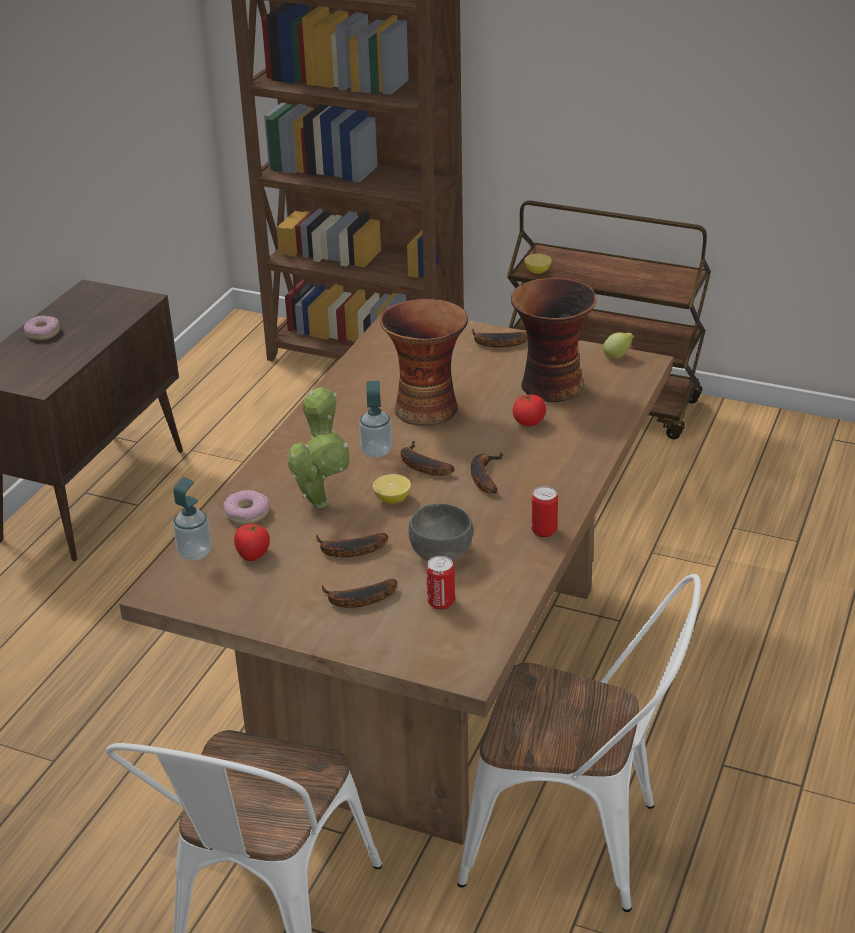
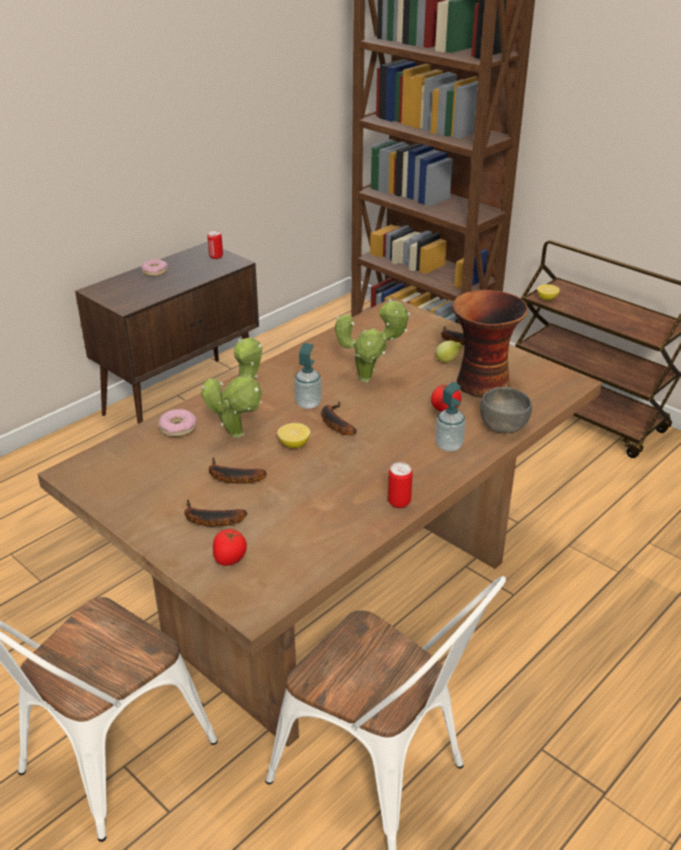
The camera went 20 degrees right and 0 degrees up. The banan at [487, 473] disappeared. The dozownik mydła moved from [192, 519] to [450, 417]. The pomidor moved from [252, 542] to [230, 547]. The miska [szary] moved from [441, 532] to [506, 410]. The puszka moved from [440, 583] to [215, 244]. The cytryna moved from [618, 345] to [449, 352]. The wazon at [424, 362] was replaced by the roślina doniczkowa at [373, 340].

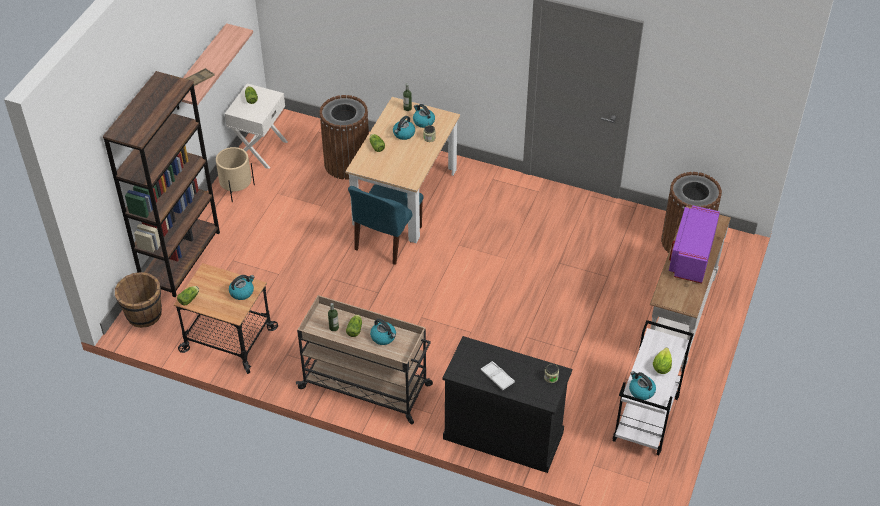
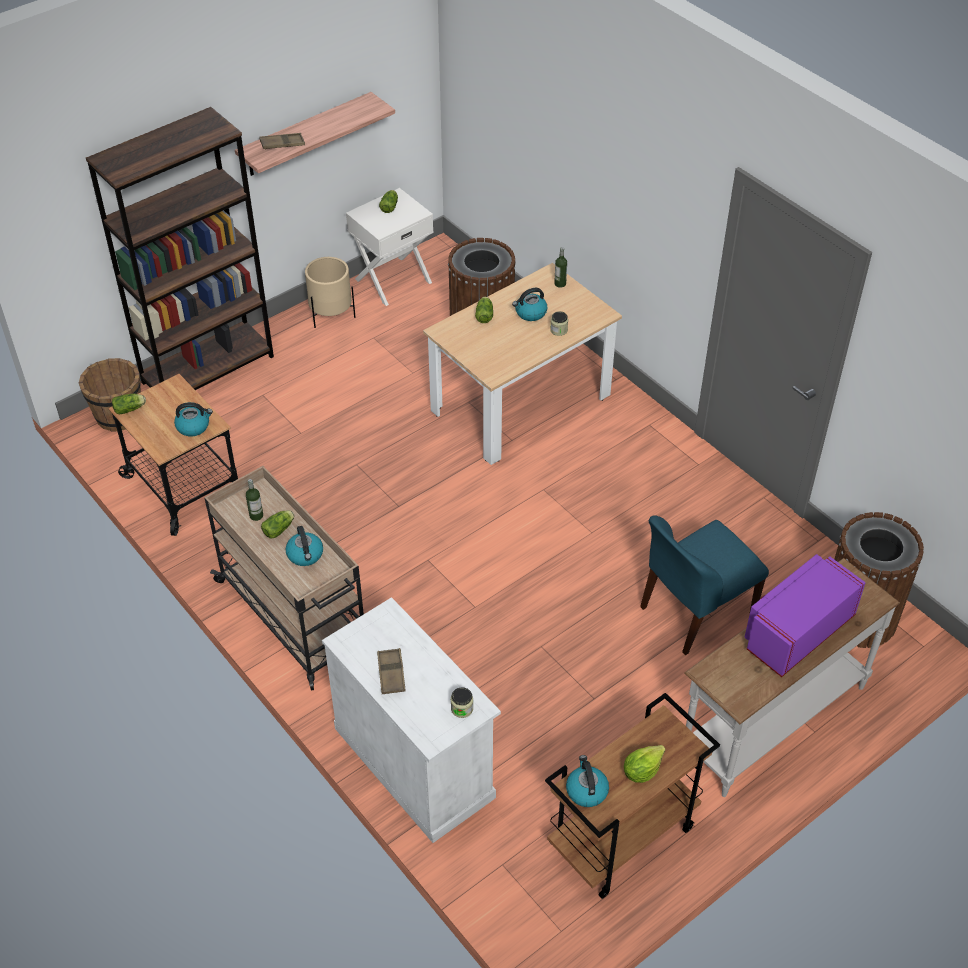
The camera went 30 degrees right and 0 degrees up. The czajnik at [424, 116] disappeared. The krzesło [niebieski] moved from [385, 224] to [704, 585]. The szafka [czarny] at [507, 404] became the szafka [biały] at [411, 720]. The taca [biały] at [498, 375] became the taca [brązowy] at [391, 671]. The wózek [biały] at [653, 387] became the wózek [brązowy] at [632, 796].

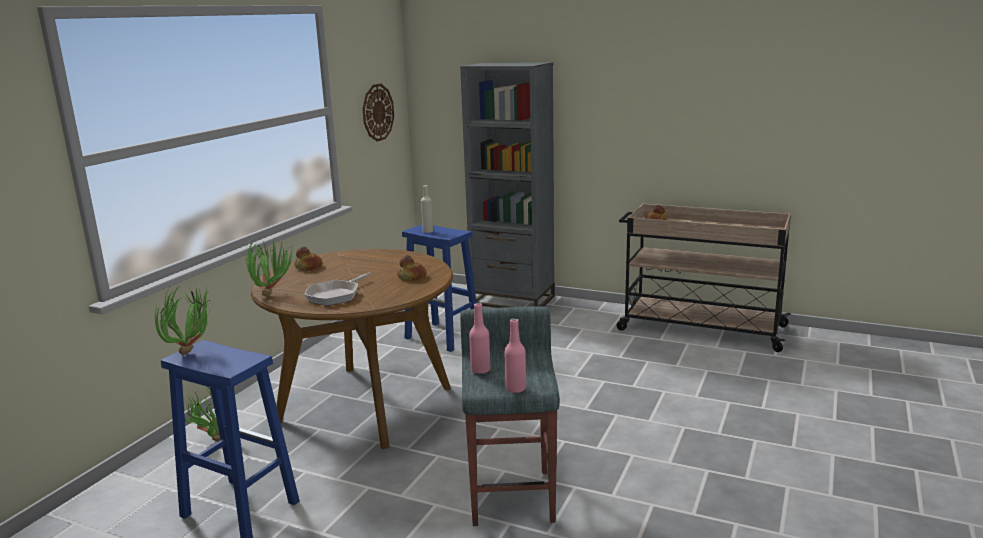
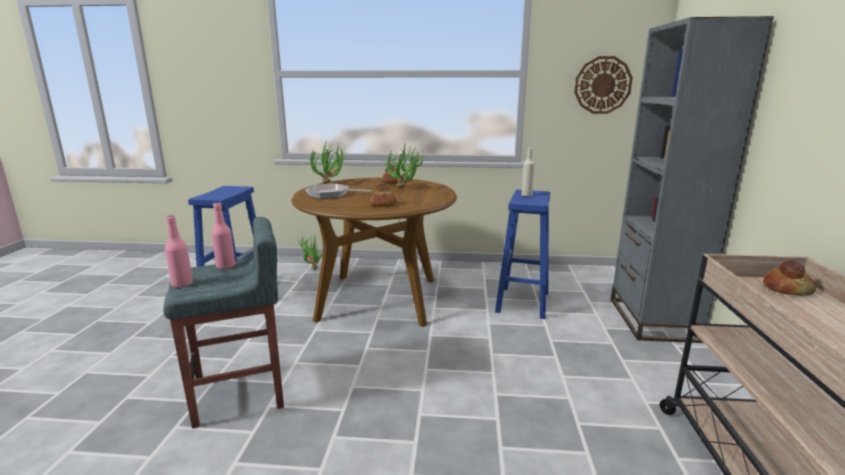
The camera went 70 degrees right and 0 degrees up. The roślina doniczkowa moved from [184, 321] to [405, 165].

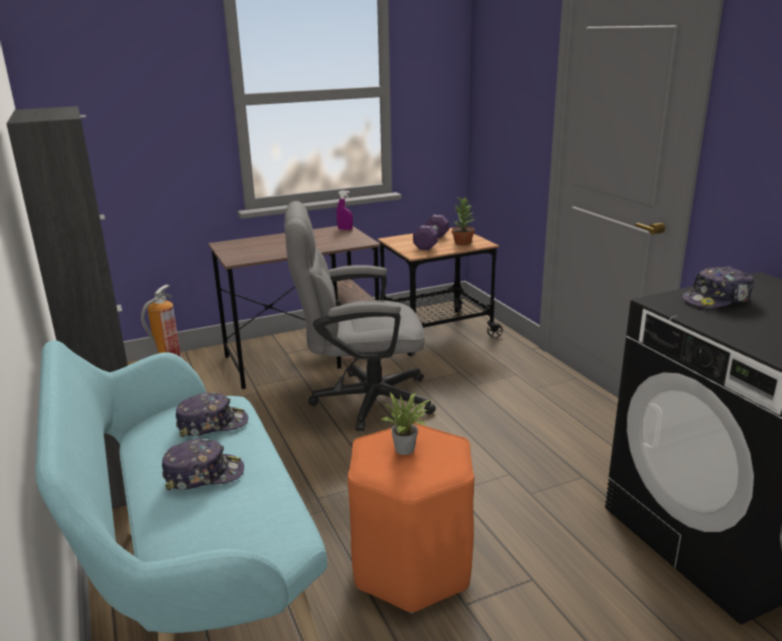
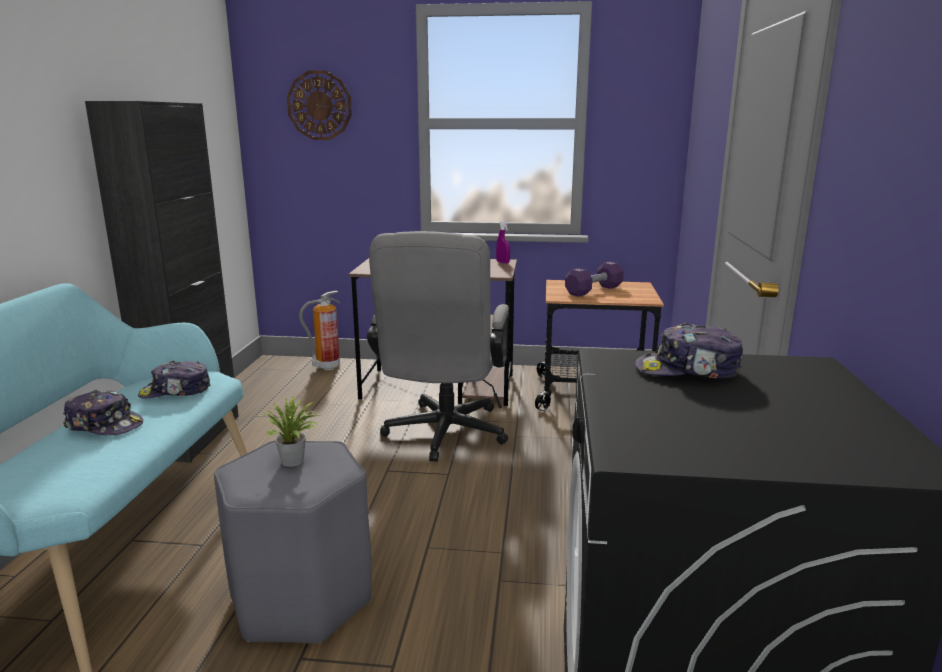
The camera went 30 degrees right and 5 degrees down. The roślina doniczkowa at [463, 221] disappeared. The zegar ścienny at [319, 105] appeared. The stołek [pomarańczowy] at [411, 518] became the stołek [szary] at [293, 542]. The czapka z daszkiem at [212, 415] turned 150 degrees clockwise. The krzesło biurowe [szary] at [360, 316] turned 105 degrees counterclockwise.

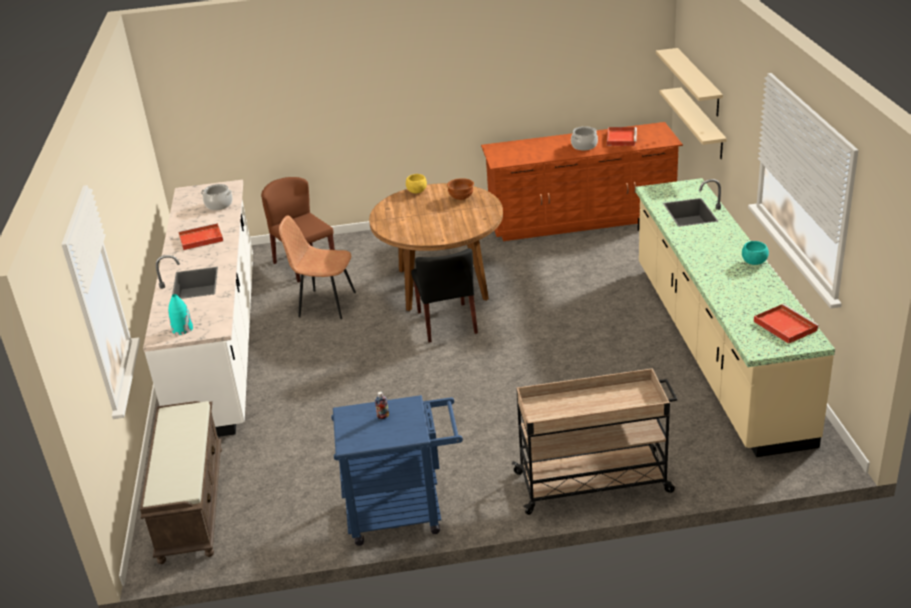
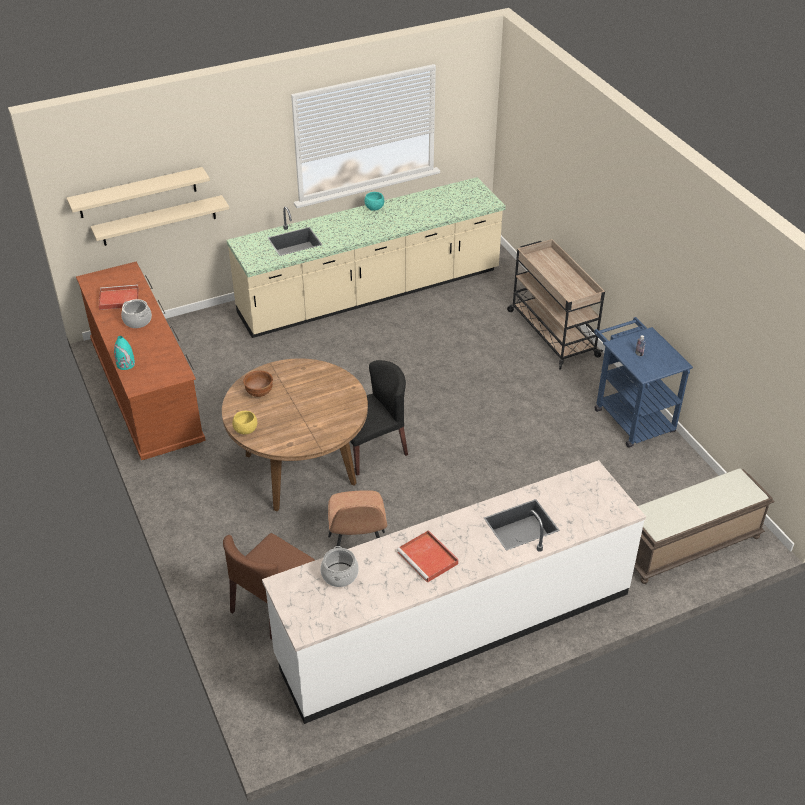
The camera went 110 degrees left and 10 degrees up. The taca [czerwony] at [786, 324] disappeared. The wazon [turkusowy] moved from [180, 314] to [124, 353].

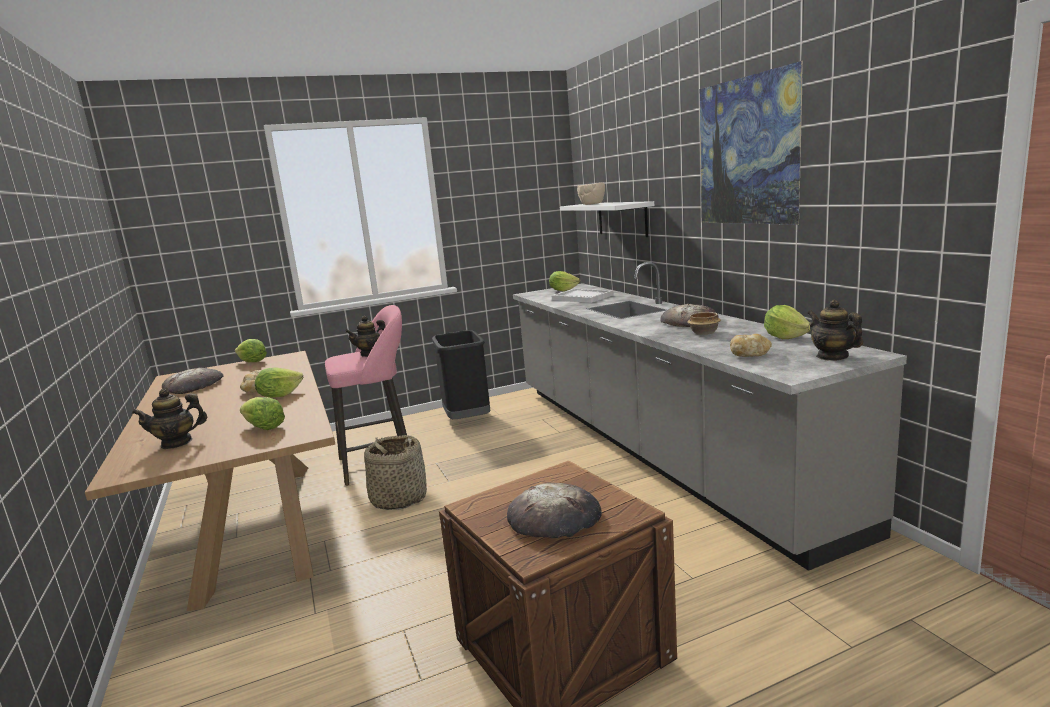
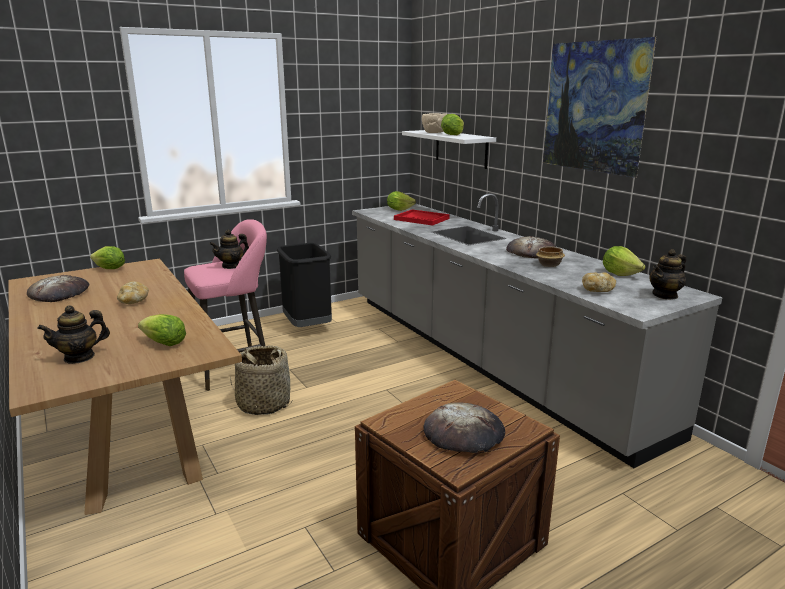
The camera went 10 degrees left and 5 degrees up. The sałata moved from [279, 382] to [452, 124]. The taca [biały] at [582, 296] became the taca [czerwony] at [422, 217]. The imbryk at [835, 330] turned 90 degrees counterclockwise.

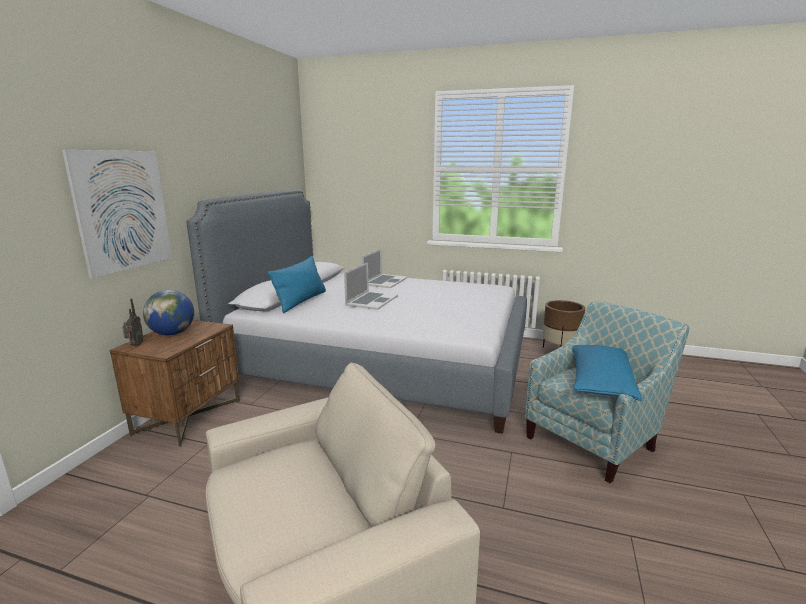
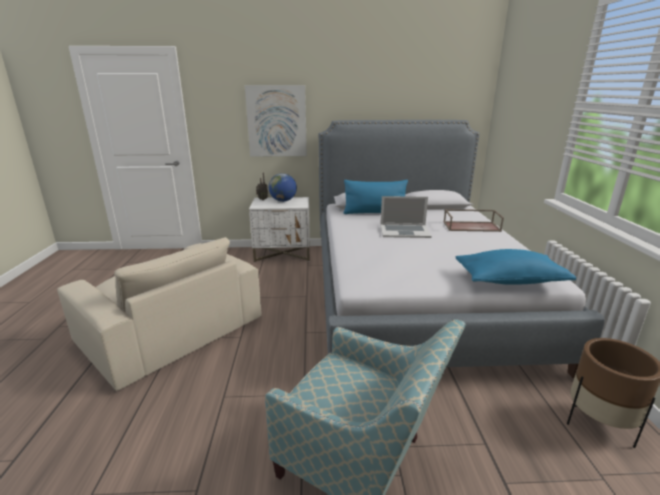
The camera went 70 degrees right and 5 degrees up. The poduszka [niebieski] moved from [607, 373] to [516, 267]. The laptop at [384, 268] was replaced by the taca [brązowy] at [473, 220]. The szafka nocna [brązowy] at [175, 383] became the szafka nocna [biały] at [279, 230].

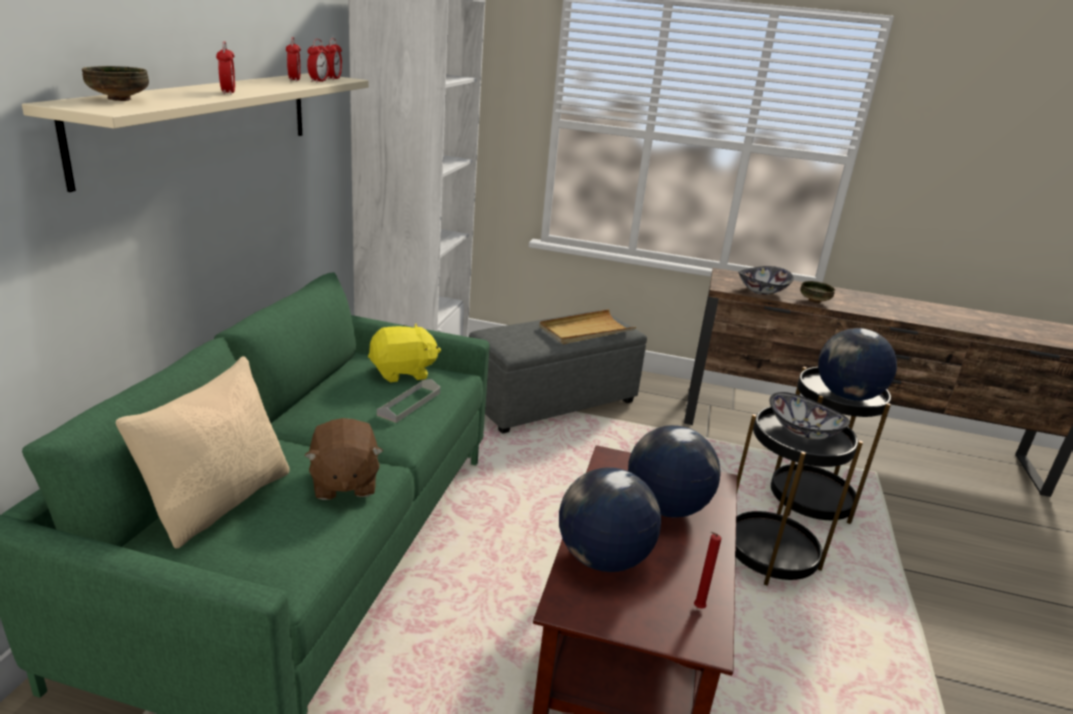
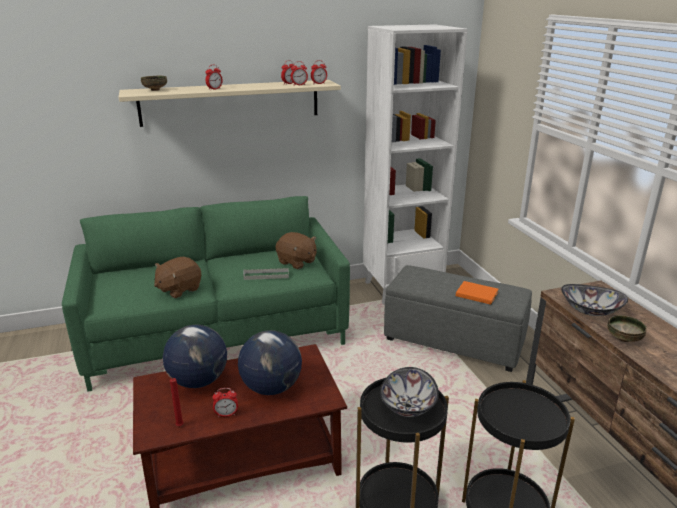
The camera went 60 degrees right and 0 degrees up. The poduszka [beżowy] at [202, 452] disappeared. The globus at [857, 364] disappeared. The budzik at [225, 402] appeared. The taca [beżowy] at [587, 326] was replaced by the książka [pomarańczowy] at [477, 293]. The pluszak [żółty] at [404, 352] became the pluszak [brązowy] at [296, 250].

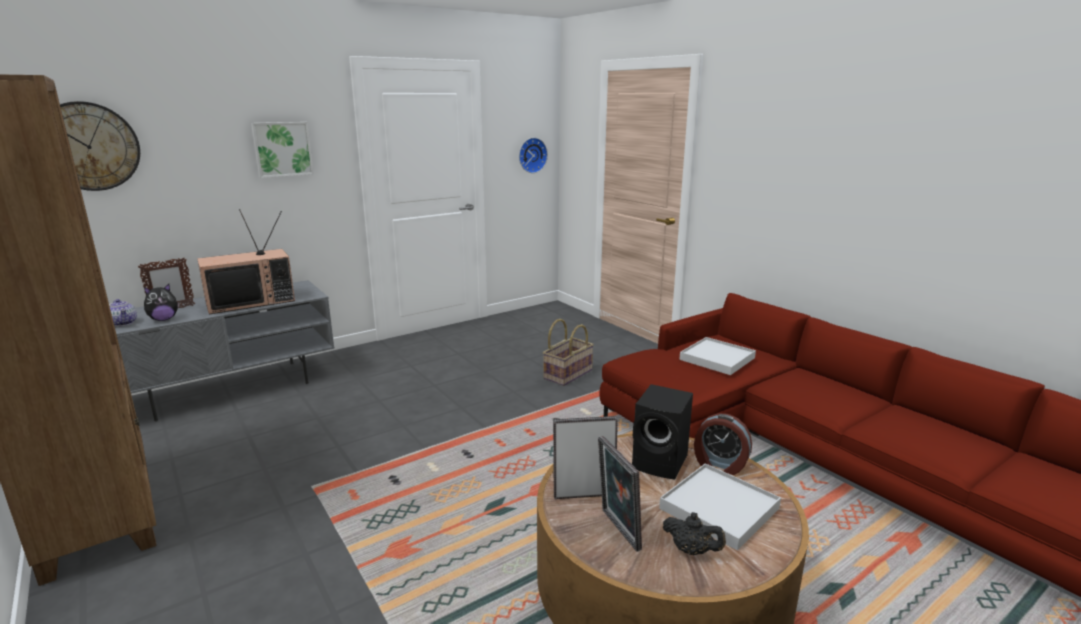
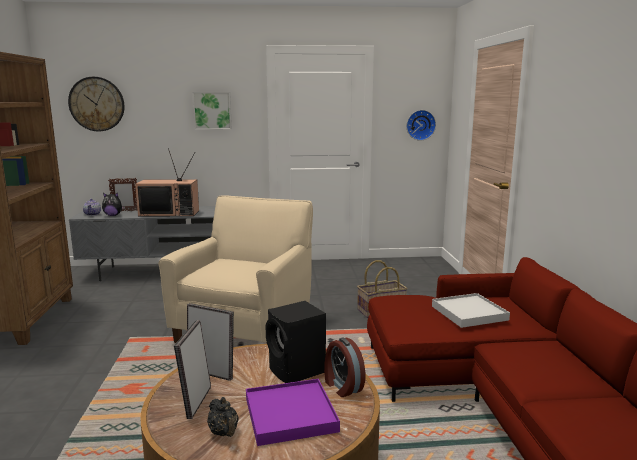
The camera went 30 degrees right and 5 degrees down. The fotel [beżowy] at [235, 269] appeared. The taca [biały] at [720, 507] became the taca [fioletowy] at [293, 412].

